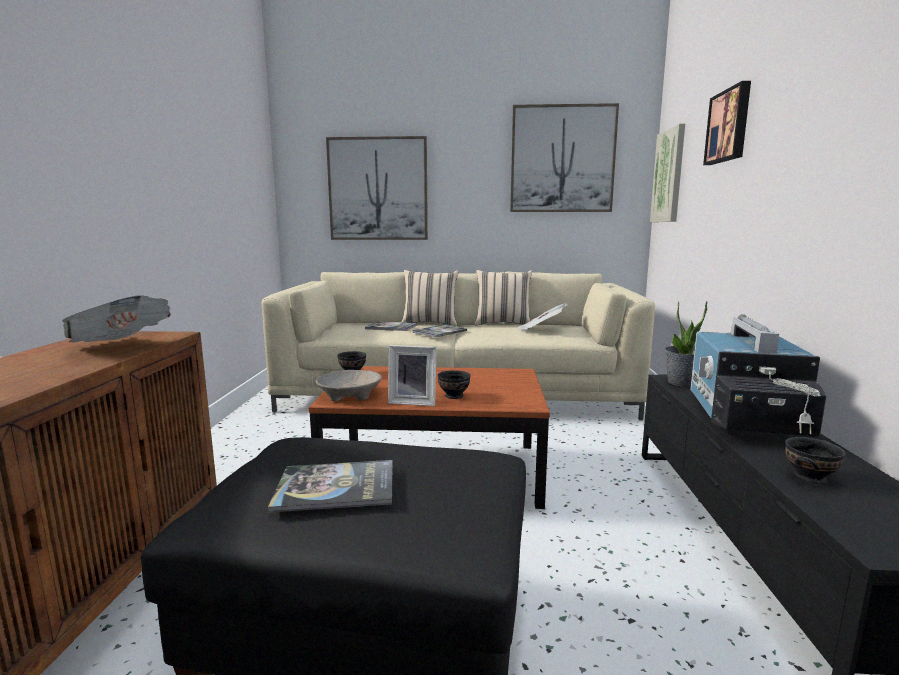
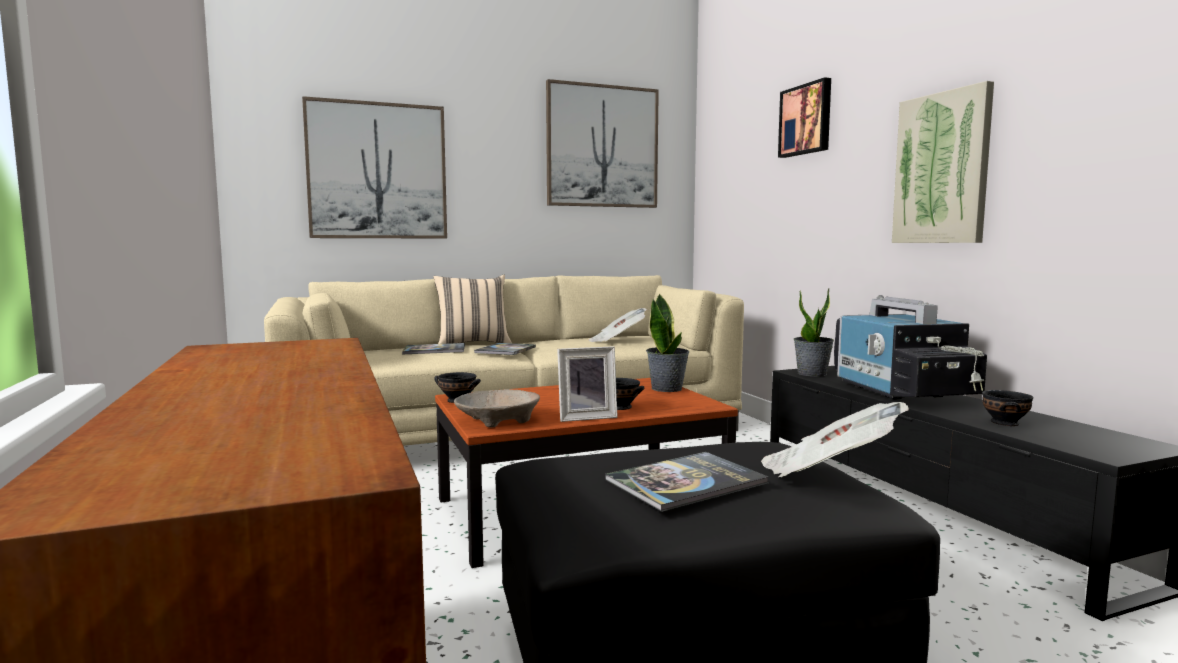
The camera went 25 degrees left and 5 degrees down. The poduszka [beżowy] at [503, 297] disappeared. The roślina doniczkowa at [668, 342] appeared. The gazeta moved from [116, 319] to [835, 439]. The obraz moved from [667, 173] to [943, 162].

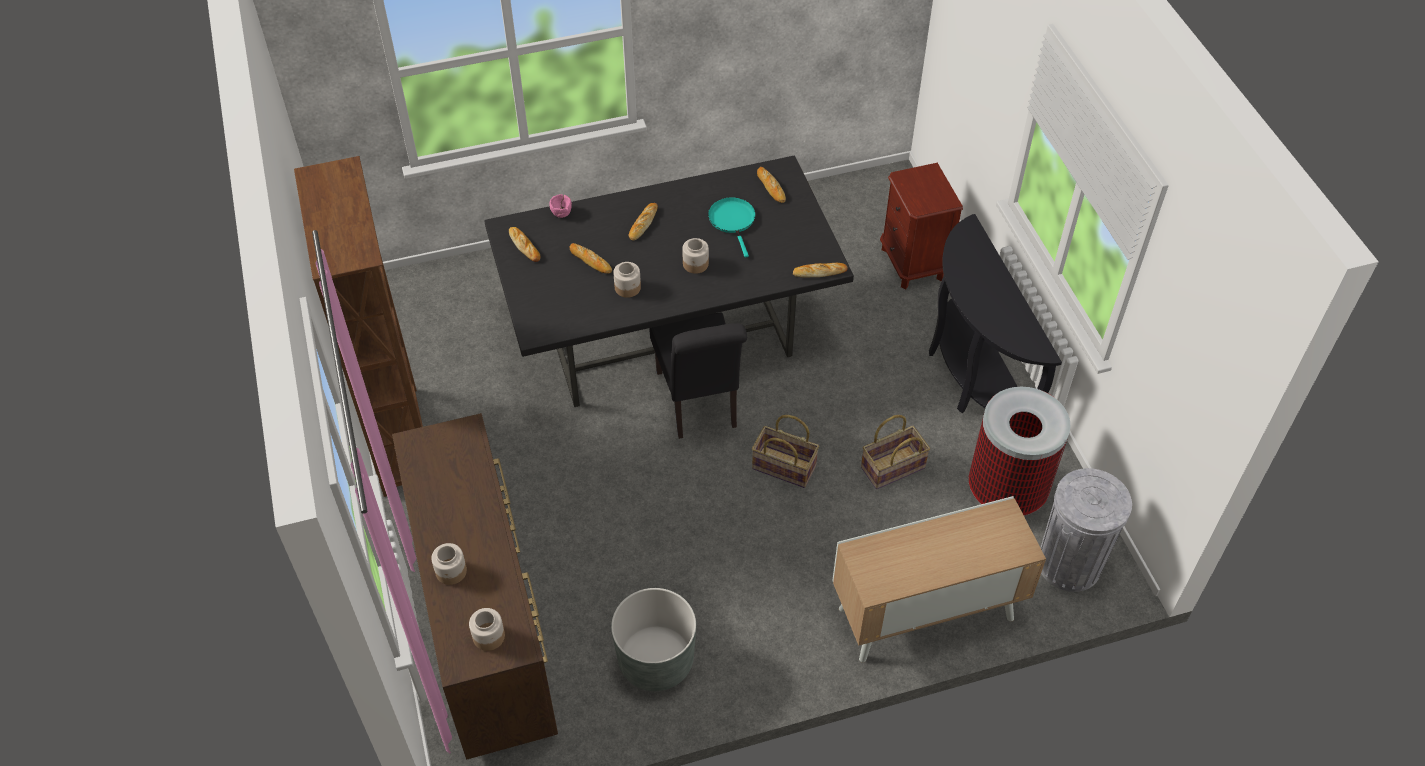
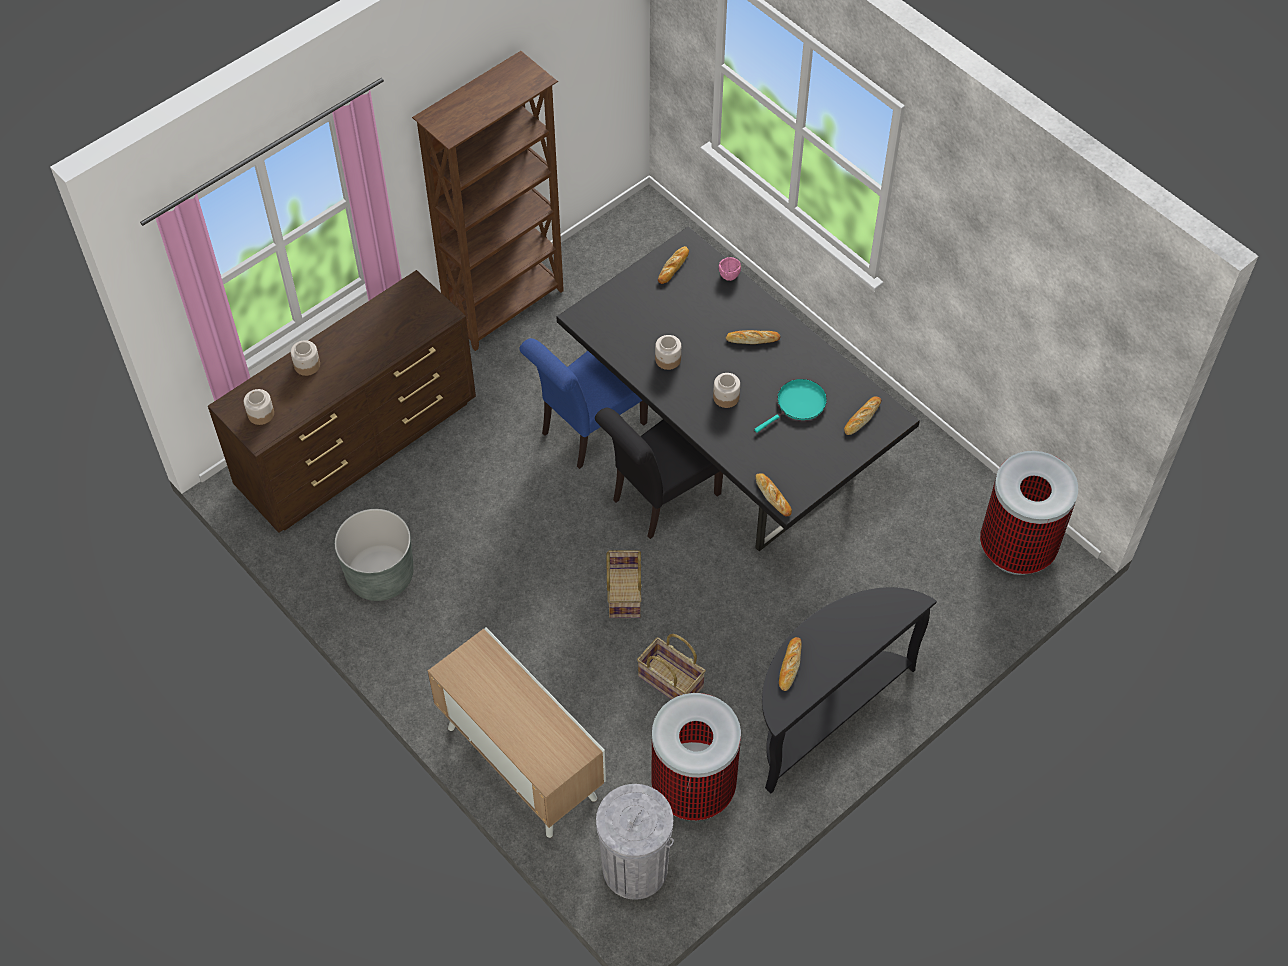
The camera went 65 degrees right and 5 degrees up. The szafka nocna [brązowy] at [921, 226] disappeared. The krzesło [niebieski] at [583, 403] appeared. The kosz na śmieci at [1029, 513] appeared. The chleb moved from [591, 258] to [790, 664].

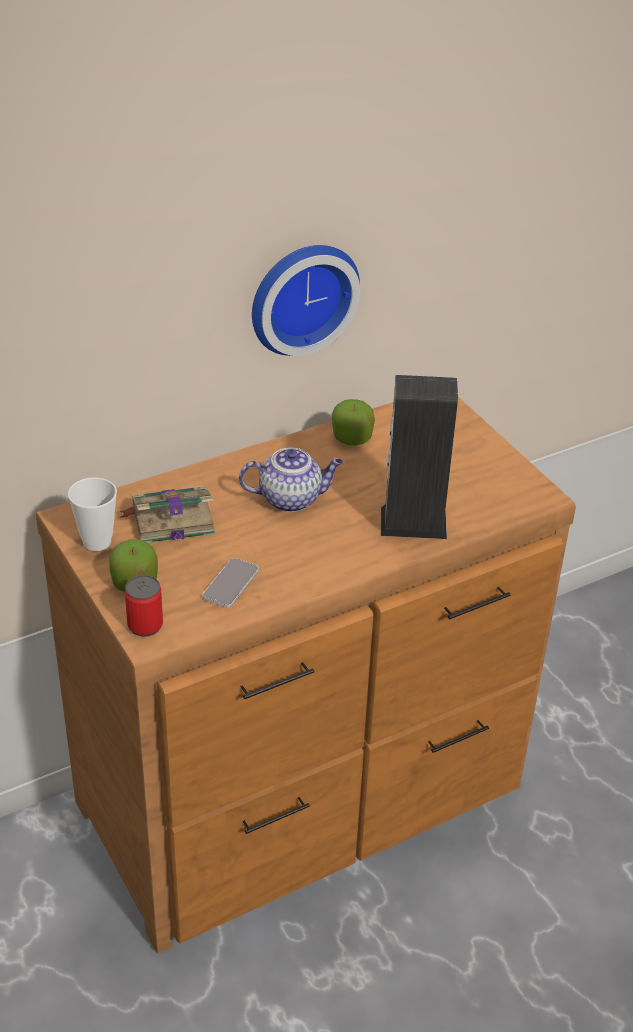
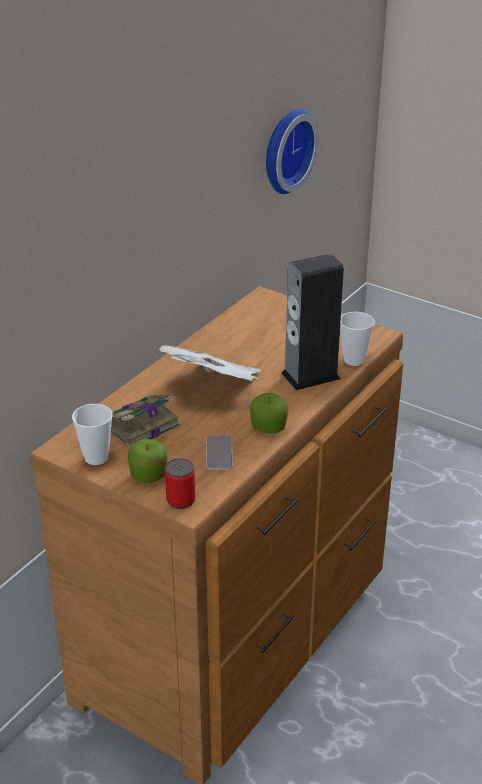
The camera went 25 degrees left and 5 degrees down. The filiżanka at [357, 339] appeared. The zegar ścienny moved from [306, 300] to [292, 151]. The jabłko moved from [353, 422] to [269, 413]. The imbryk at [291, 480] was replaced by the gazeta at [210, 363].

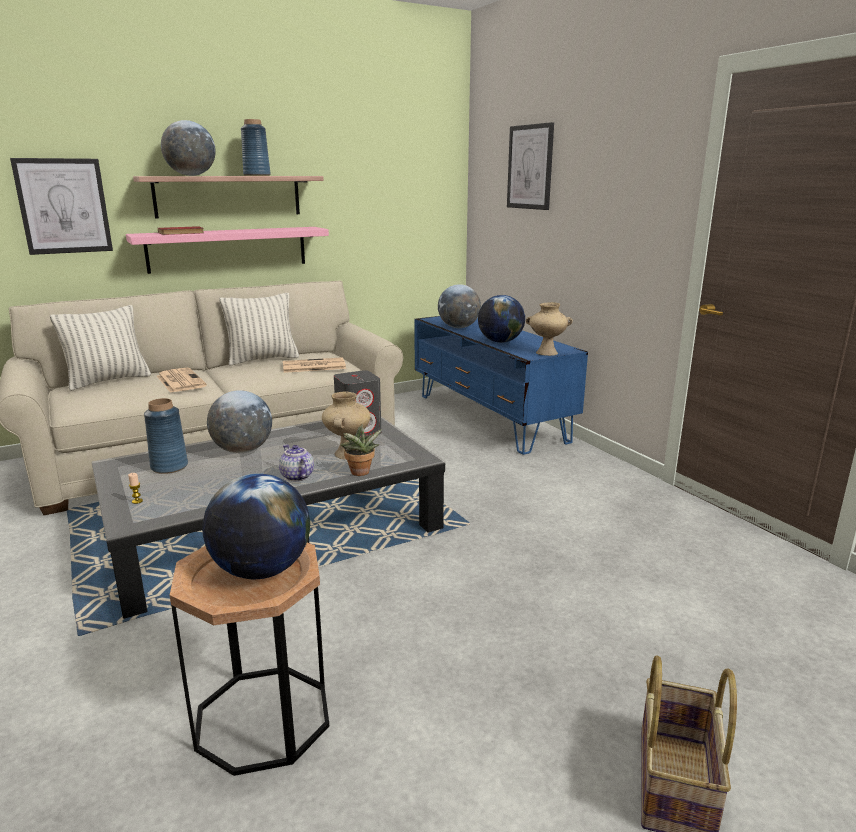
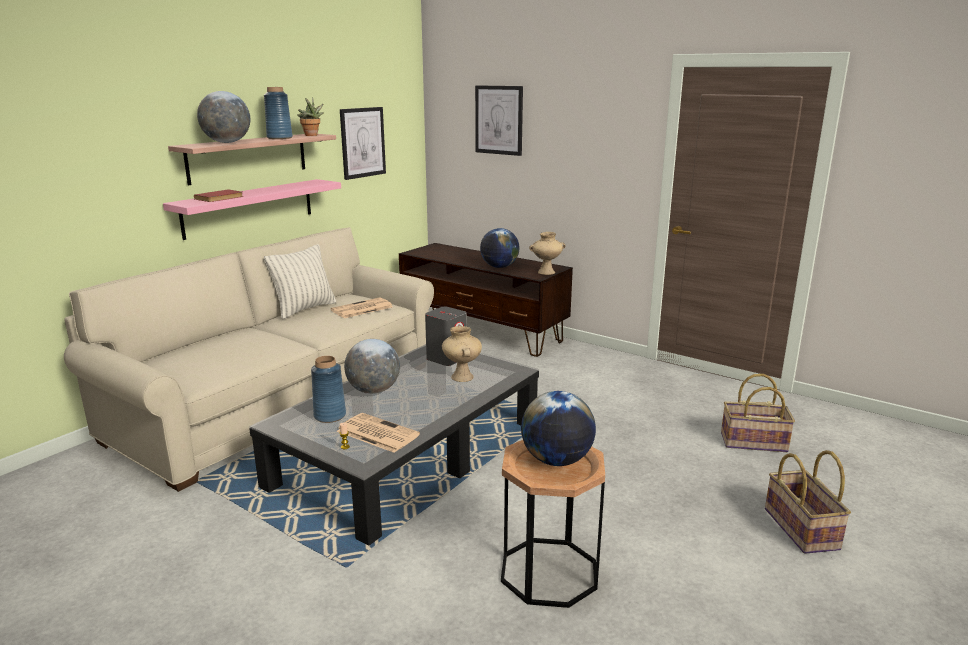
The camera went 25 degrees left and 0 degrees up. The poduszka at [100, 348] disappeared. The imbryk at [296, 462] disappeared. The globus at [459, 306] disappeared. The koszyk at [758, 413] appeared. The obraz moved from [61, 206] to [363, 143]. The gazeta moved from [182, 380] to [378, 433]. The roślina doniczkowa moved from [361, 450] to [310, 116]. The szafka pod telewizor [niebieski] at [501, 385] became the szafka pod telewizor [brązowy] at [486, 300].

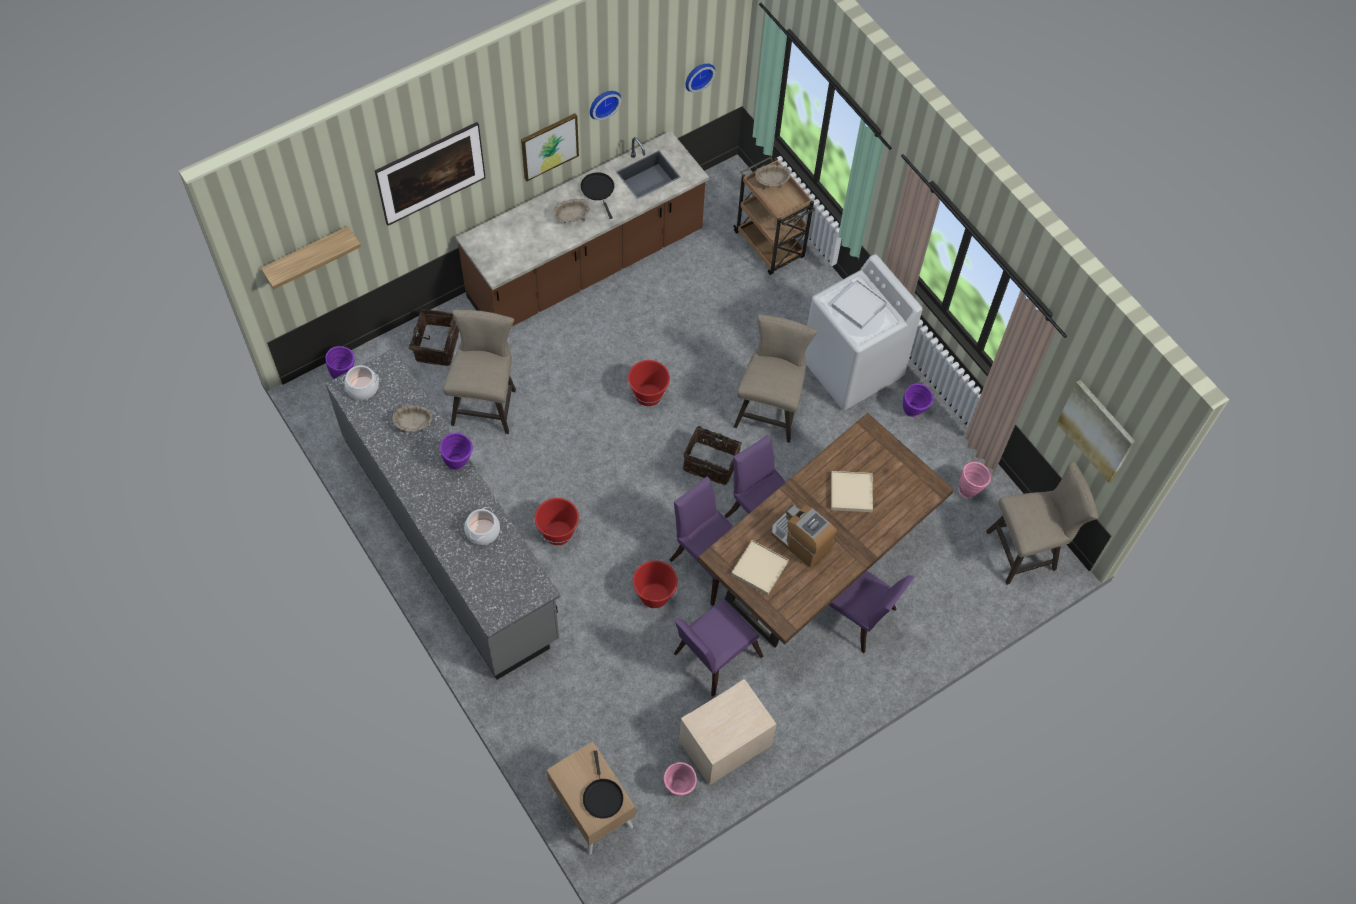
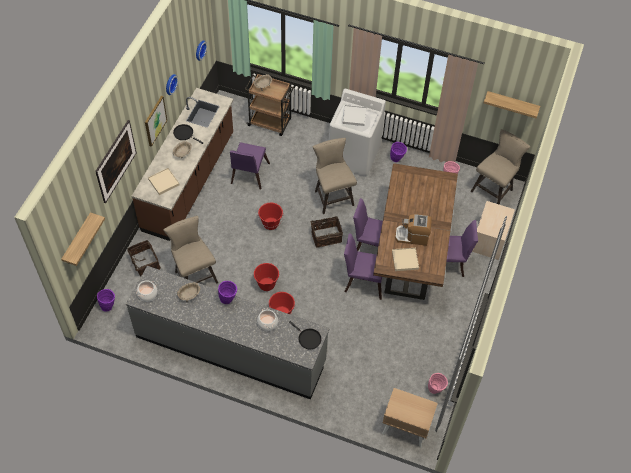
The camera went 35 degrees left and 5 degrees down. The patelnia [czarny] moved from [603, 785] to [305, 335]. The wiadro [czerwony] moved from [655, 584] to [266, 277]. The krzesło [fioletowy] moved from [718, 647] to [250, 166]. The szafka nocna [beżowy] moved from [727, 732] to [493, 230]. The taca [beżowy] moved from [852, 491] to [163, 181]. The obraz at [1096, 431] was replaced by the półka at [512, 104].

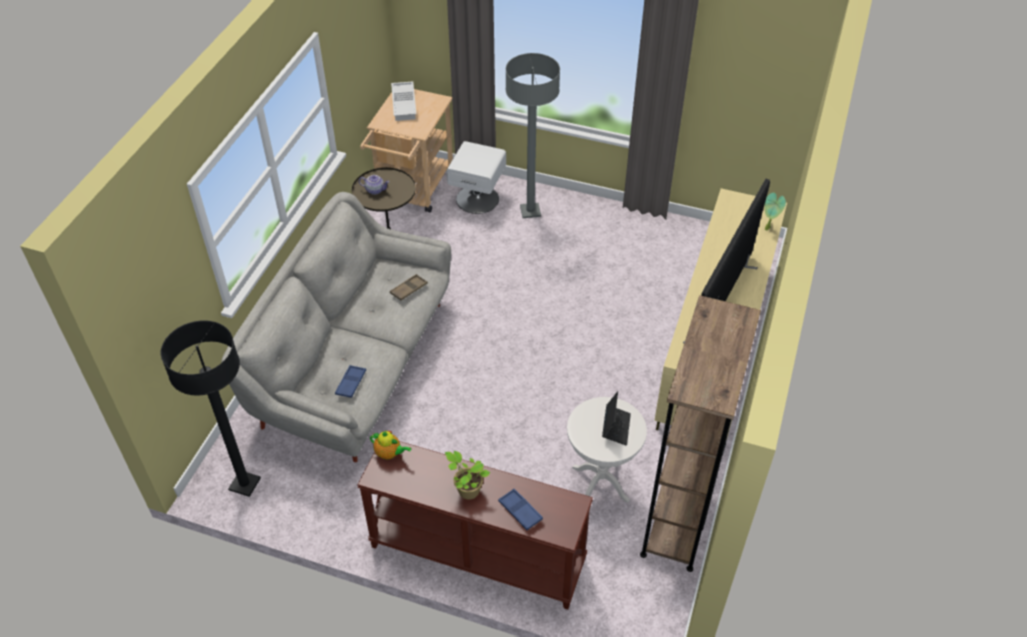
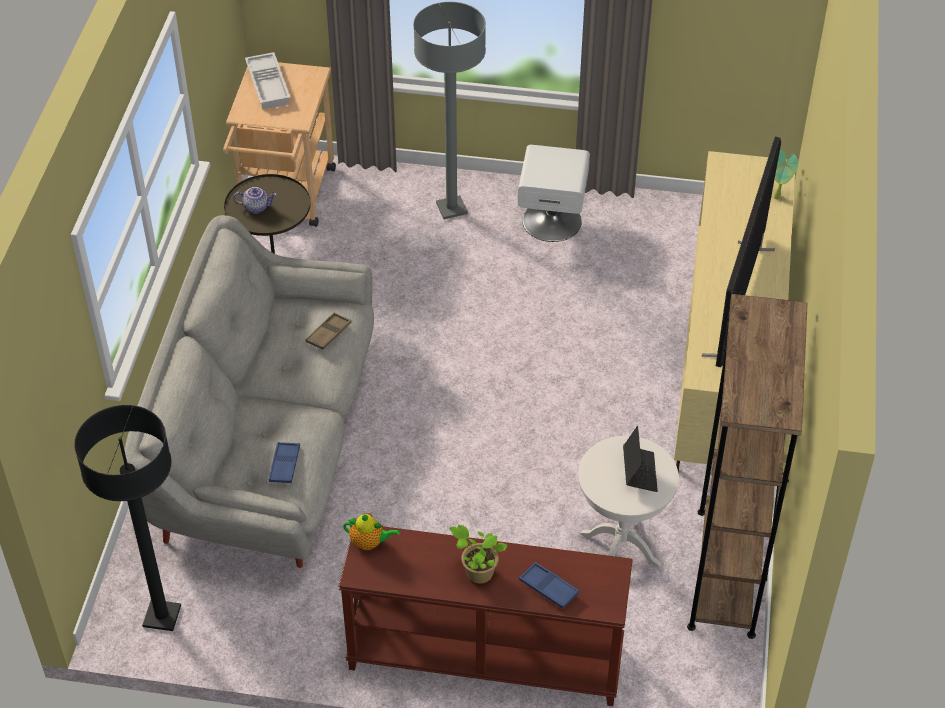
The camera went 10 degrees left and 0 degrees up. The szafka nocna [biały] moved from [476, 177] to [554, 193].

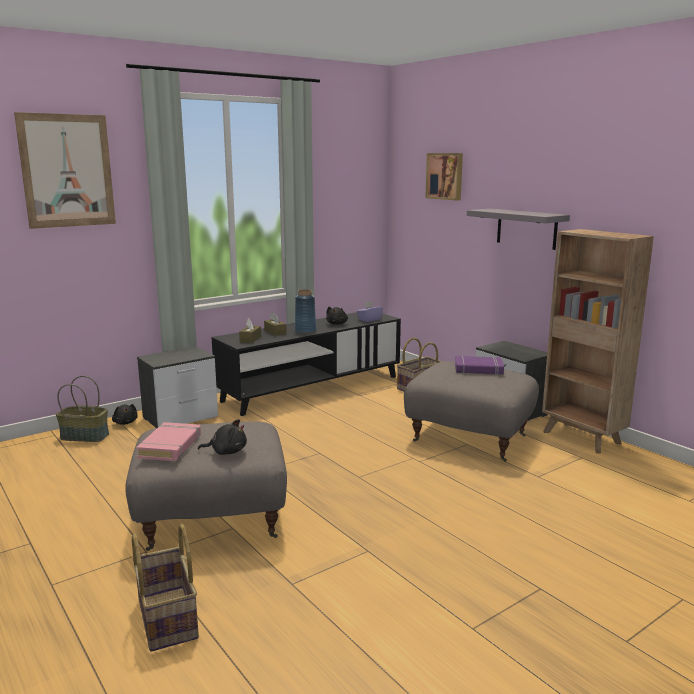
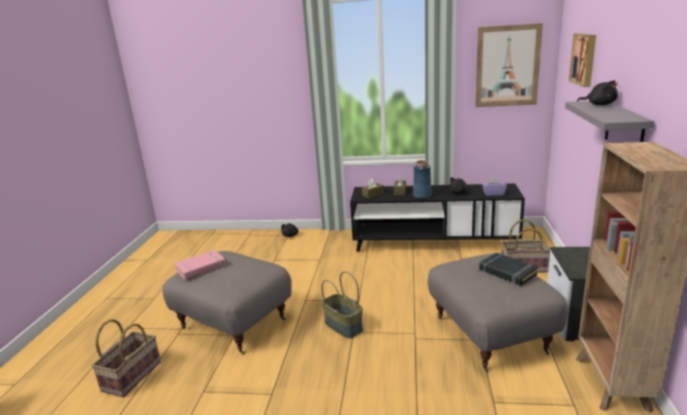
The camera went 45 degrees right and 5 degrees up. The szafka nocna at [177, 387] disappeared. The obraz moved from [65, 170] to [509, 65]. The koszyk moved from [82, 409] to [342, 304]. The pluszak [czarny] moved from [222, 437] to [597, 92]. The książka [fioletowy] at [479, 365] became the książka [czarny] at [508, 269].

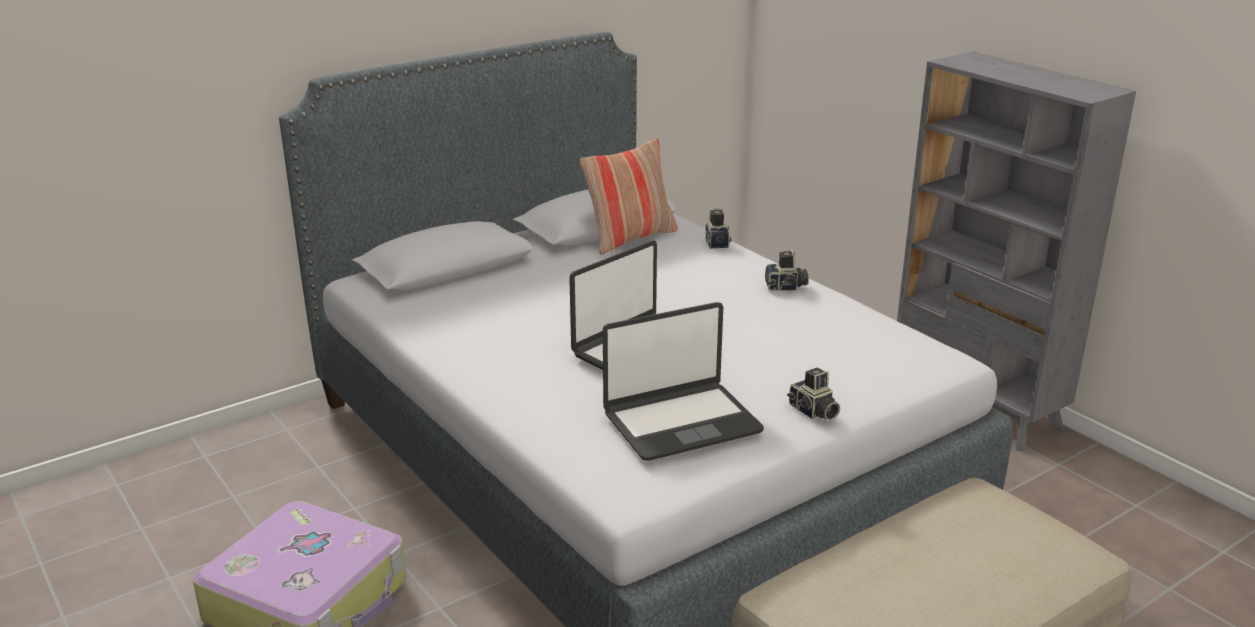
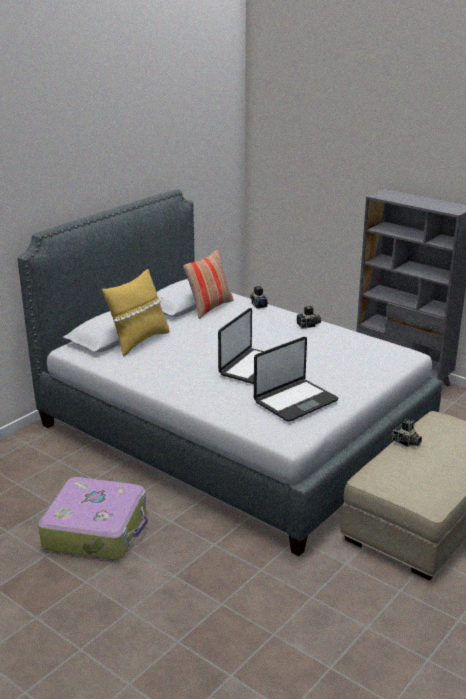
The camera went 15 degrees left and 0 degrees up. The poduszka [żółty] at [136, 313] appeared. The aparat fotograficzny moved from [813, 394] to [406, 433].

